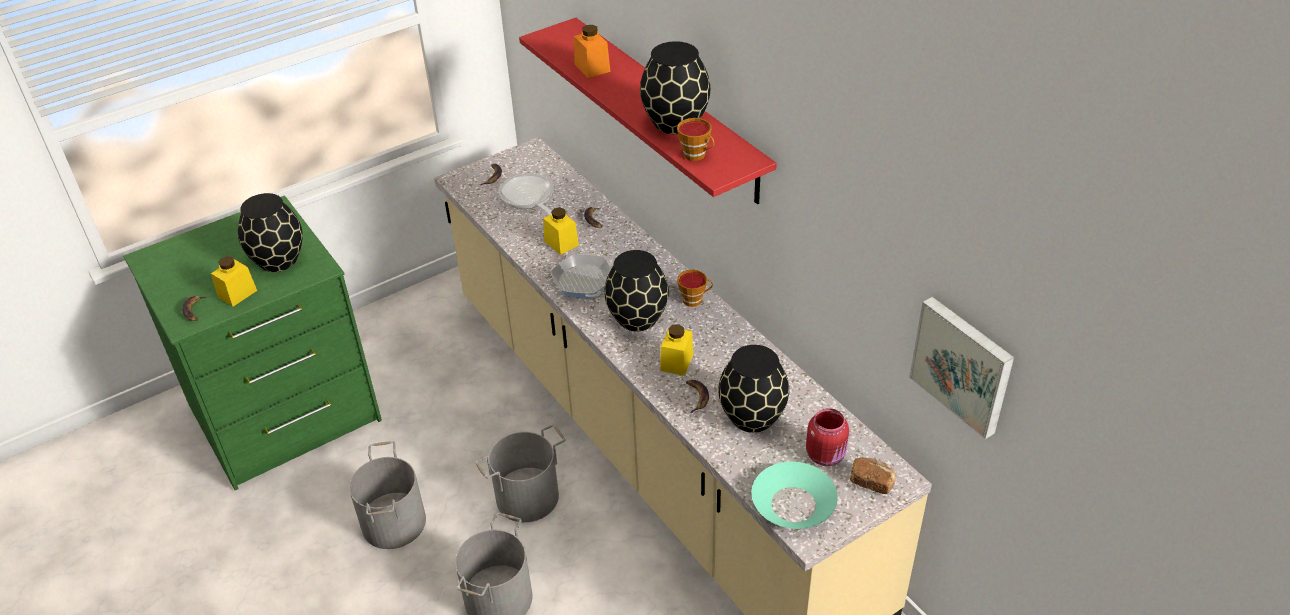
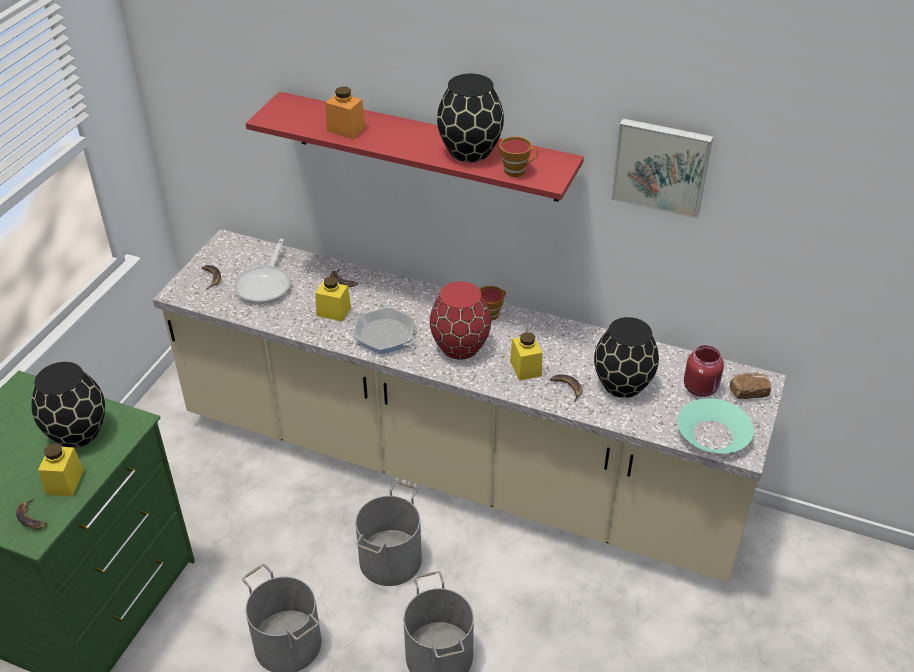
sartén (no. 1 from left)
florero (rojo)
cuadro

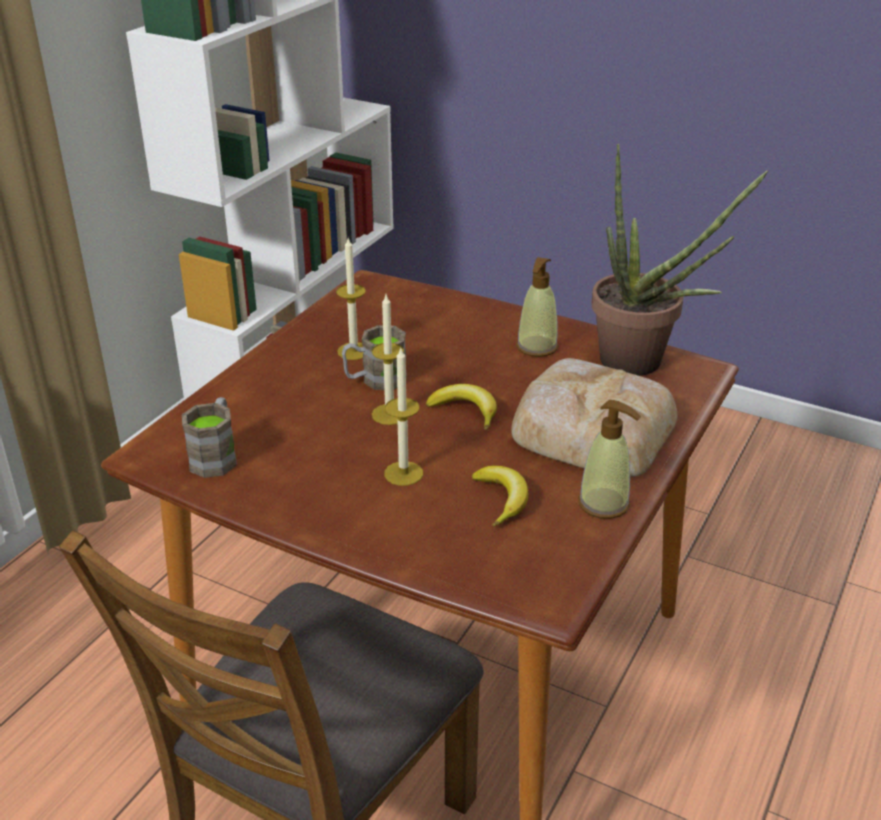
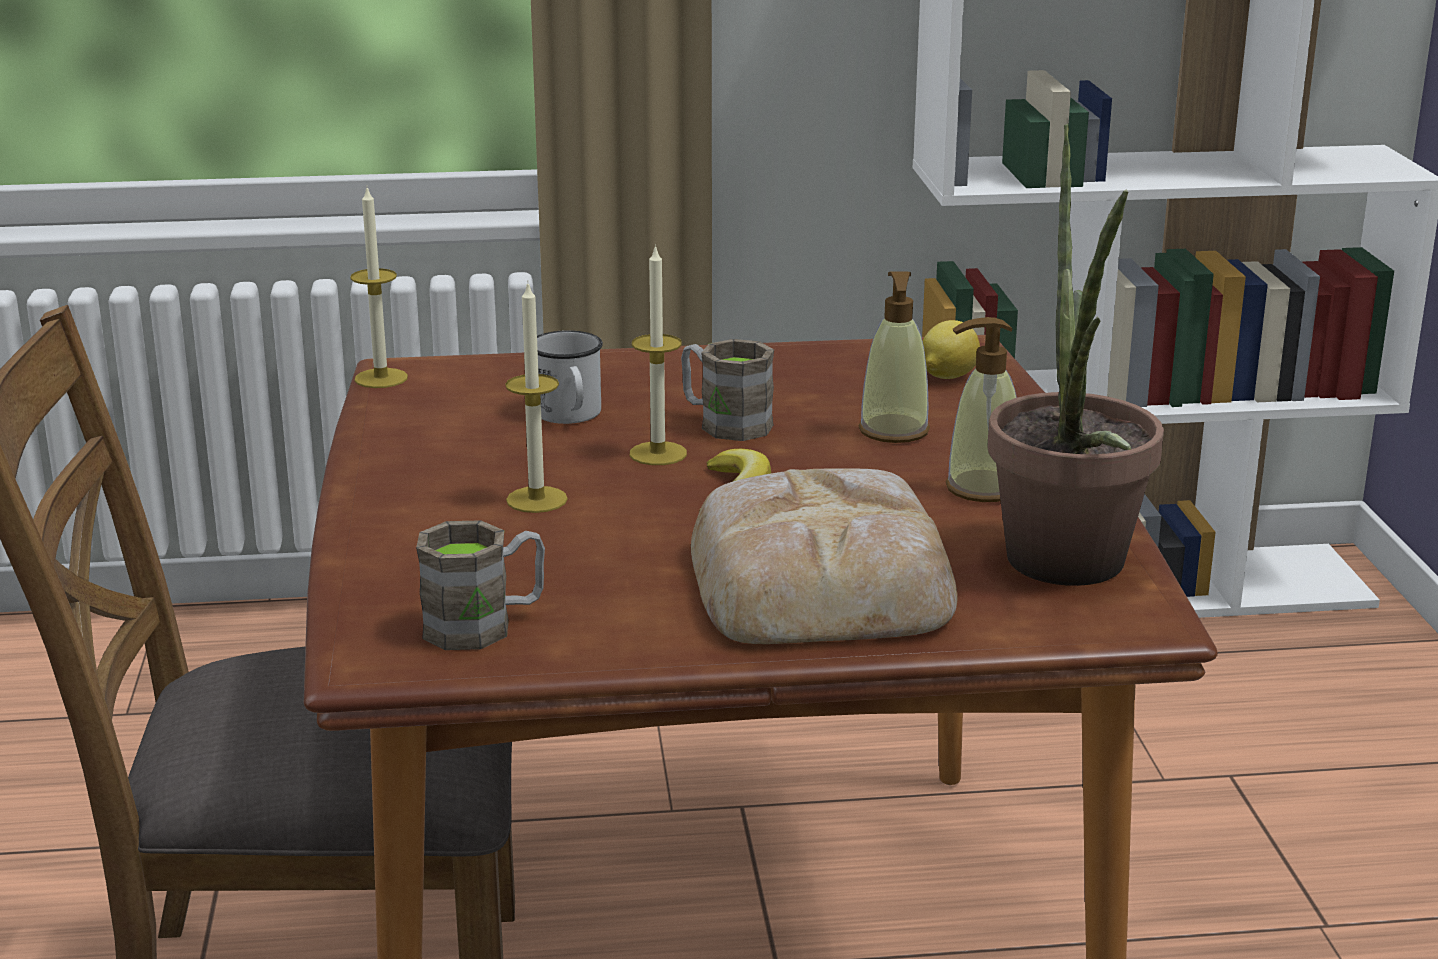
vela (no. 1 from left)
taza grande (marrón) (no. 1 from left)
dispensador de jabón (no. 1 from left)
plátano (no. 2 from left in the first image)
limón
taza grande (blanco)

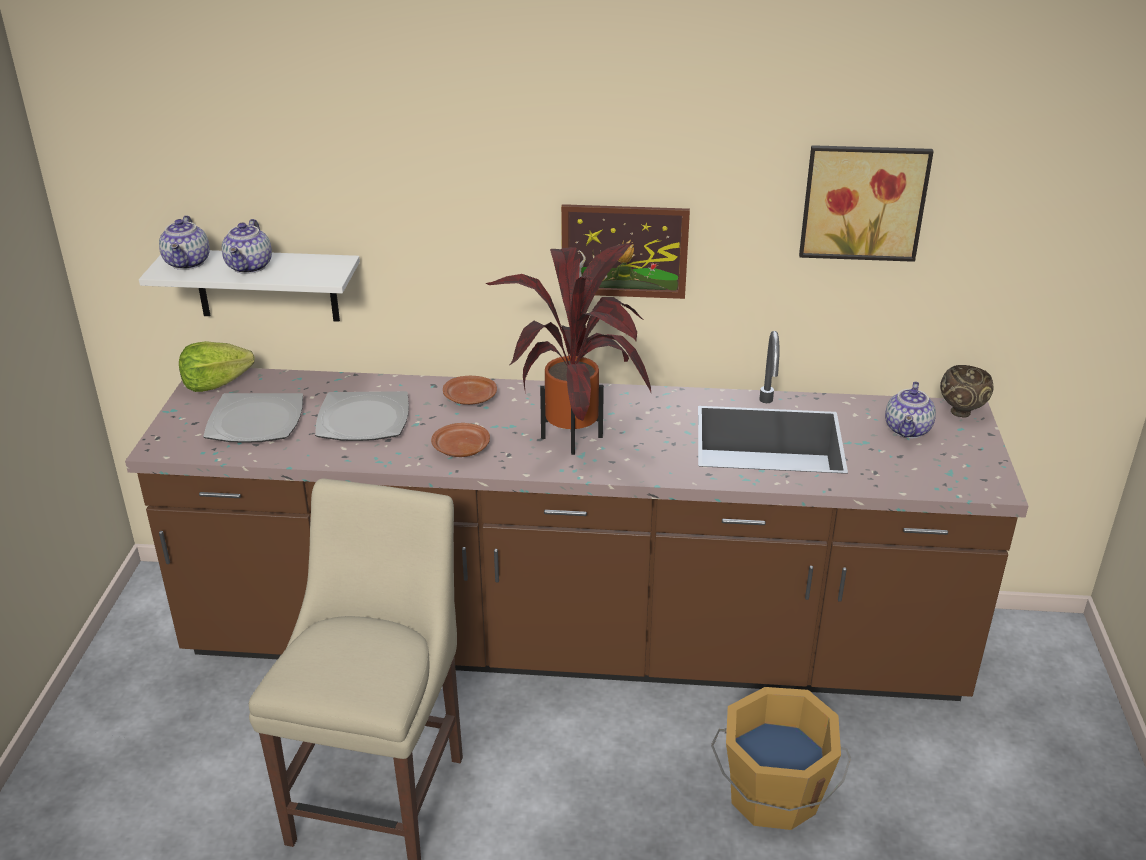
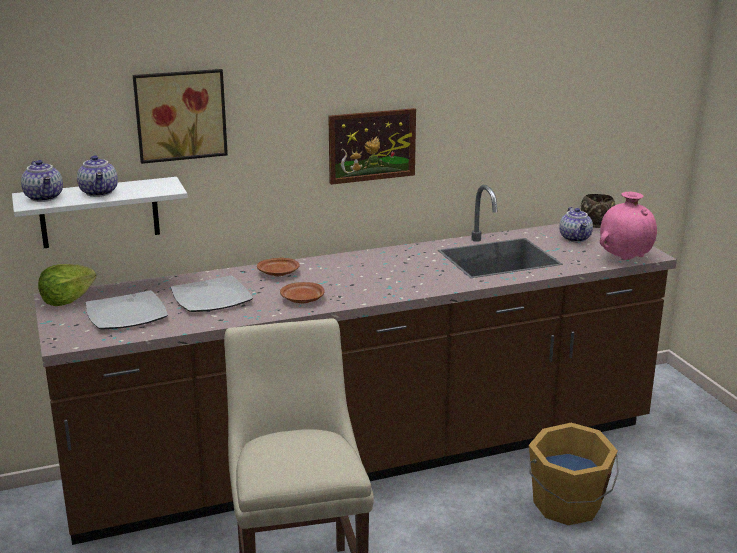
cuadro (no. 1 from left)
planta en maceta
florero (rosa)

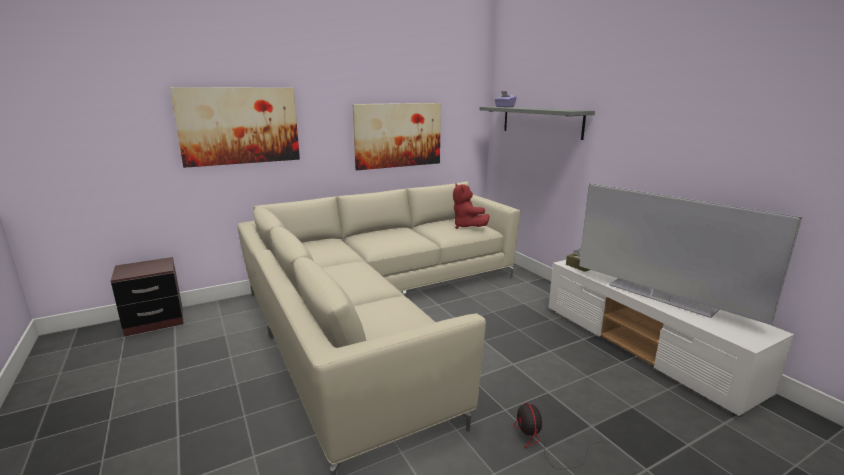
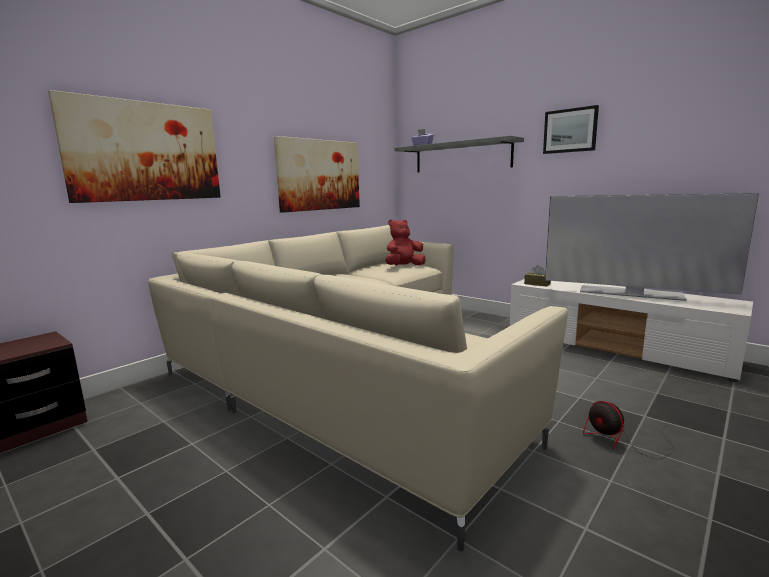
peluche (rojo)
cuadro (no. 3 from left)

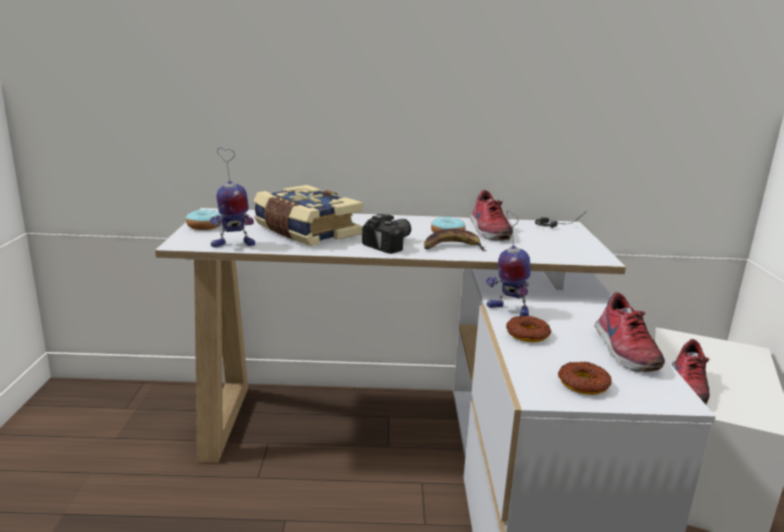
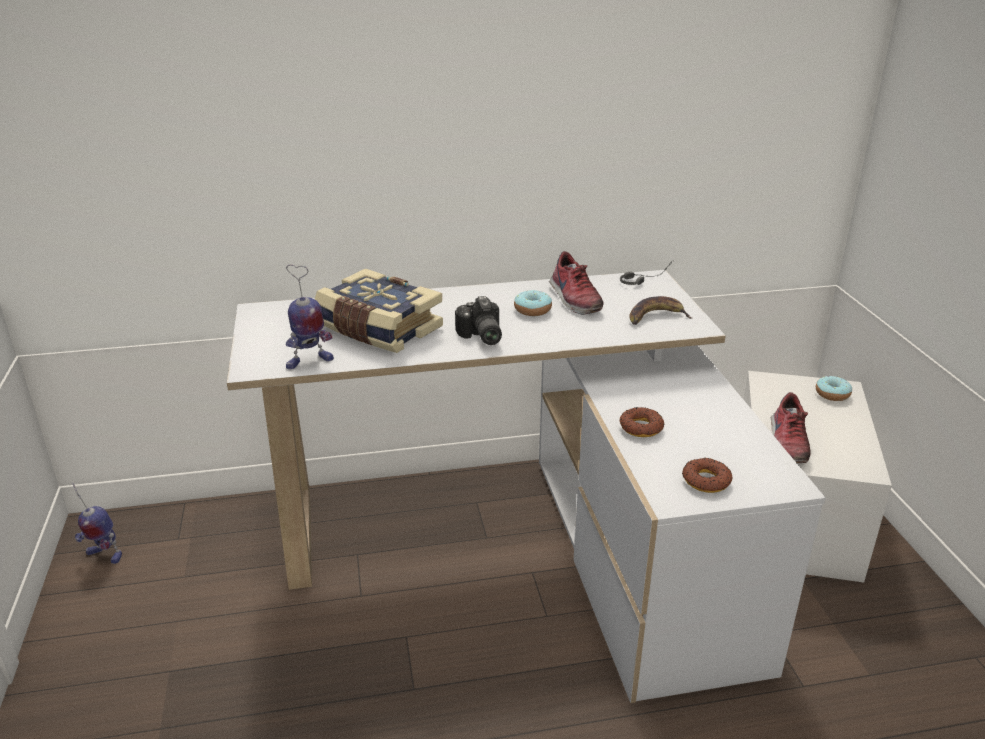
rosquilla (no. 4 from left)
robot de juguete (no. 1 from left)
cámara
plátano
zapato (no. 2 from left in the first image)

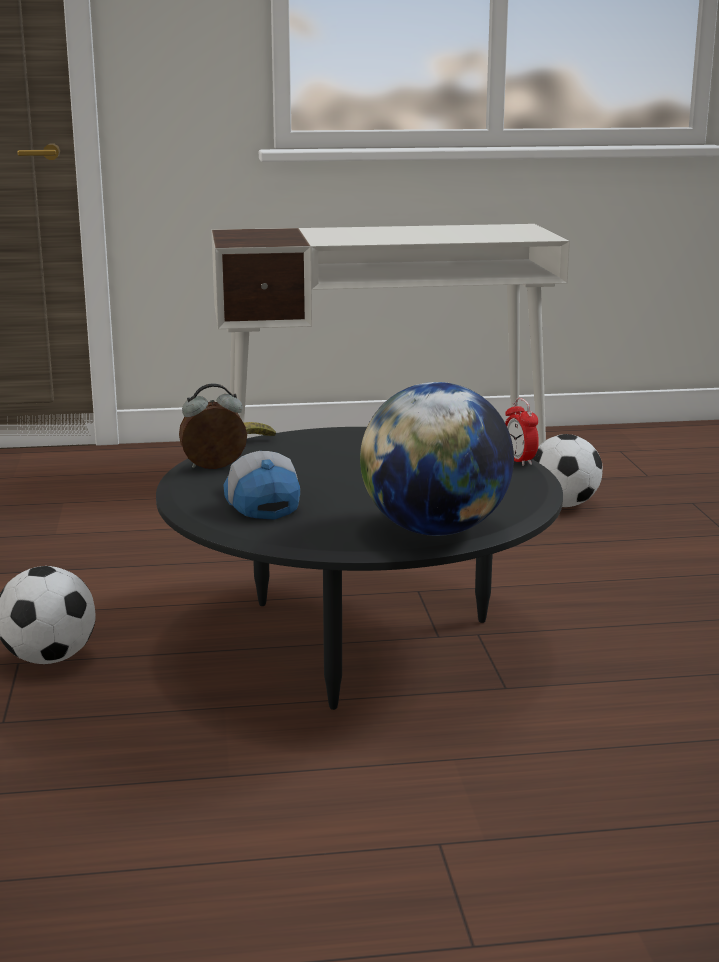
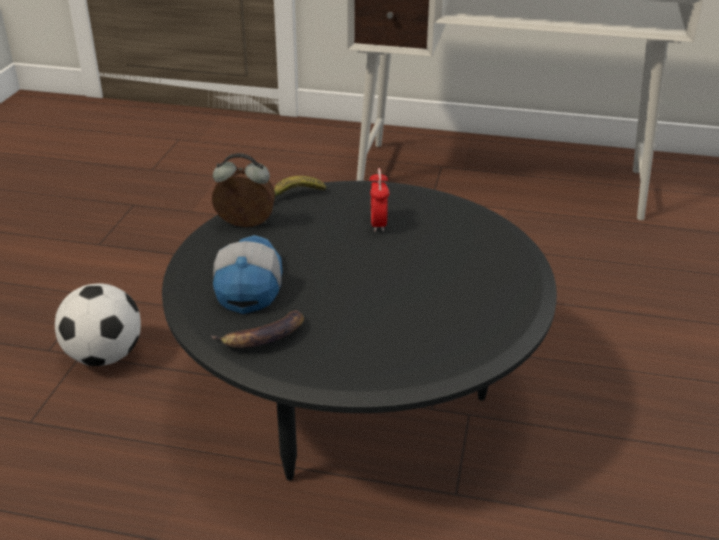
globo terráqueo
despertador (no. 2 from left)
balón de fútbol (no. 2 from left in the first image)
plátano (no. 1 from left)

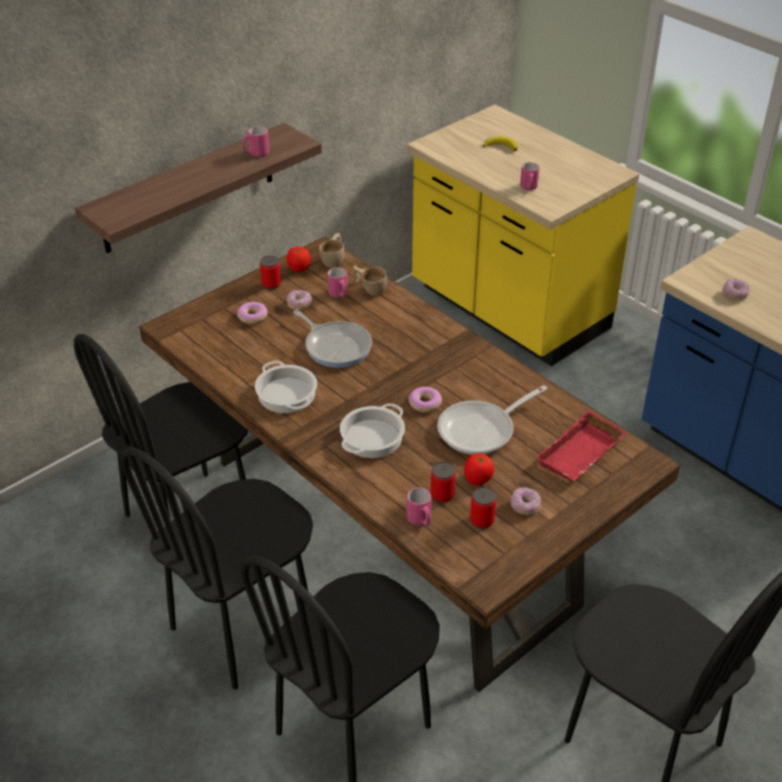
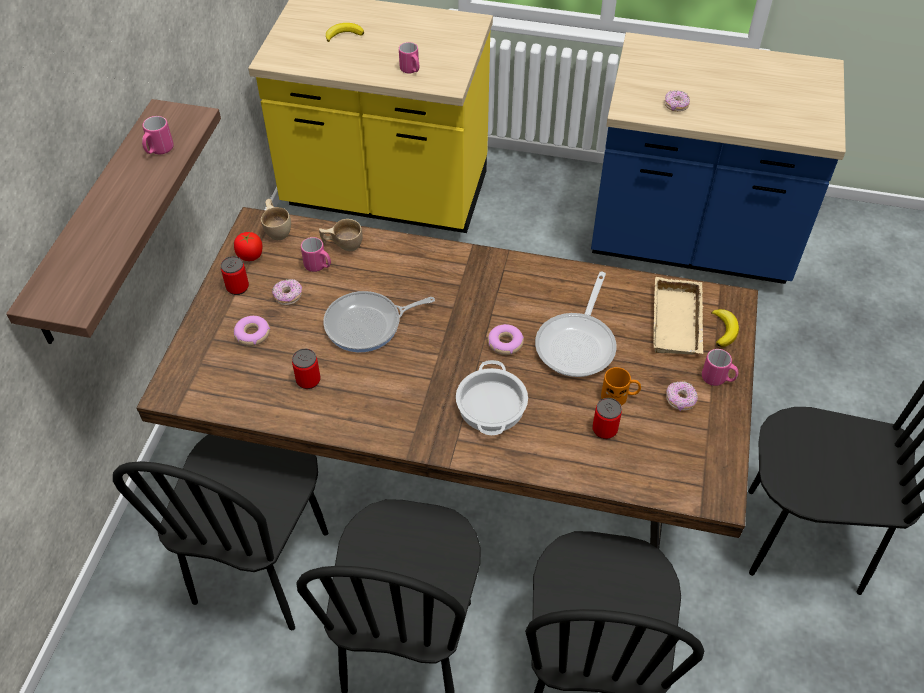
sartén (no. 1 from left)
olla (no. 1 from left in the first image)
bandeja (beis)
taza grande (naranja)
lata (no. 2 from left)
taza grande (rosa) (no. 4 from left)
plátano (no. 2 from left)

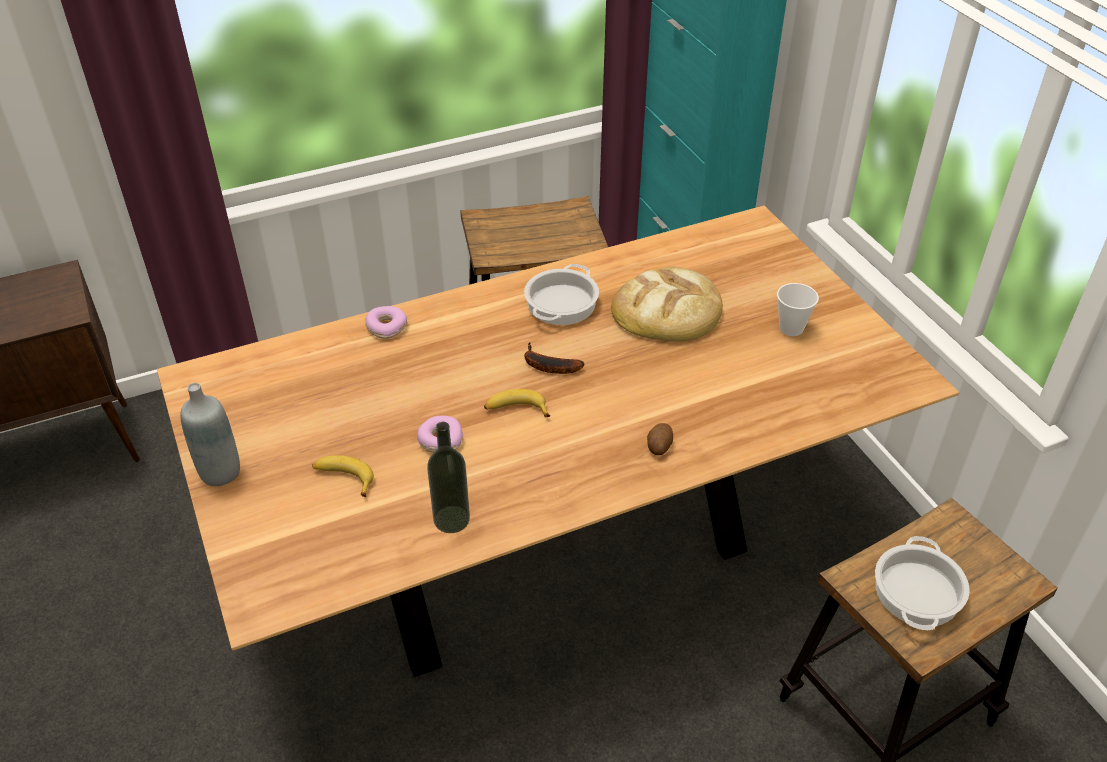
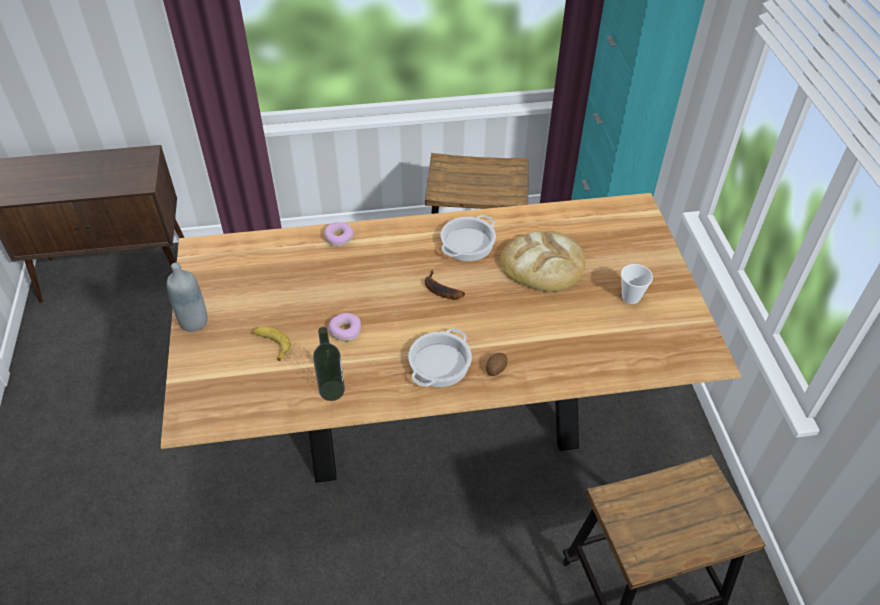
plátano (no. 2 from left in the first image)
olla (no. 1 from left)

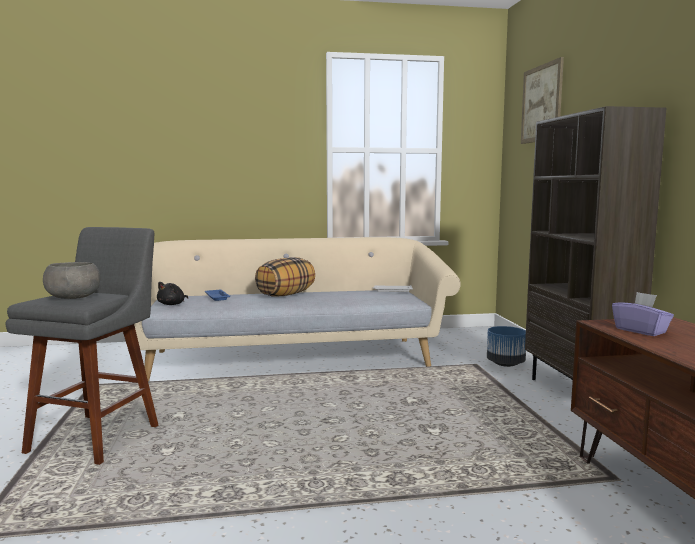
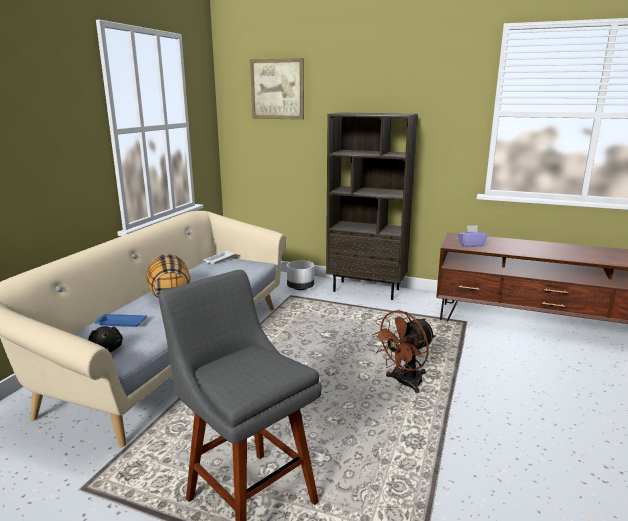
cuenco (gris)
maceta (blanco)
ventilador (marrón)

